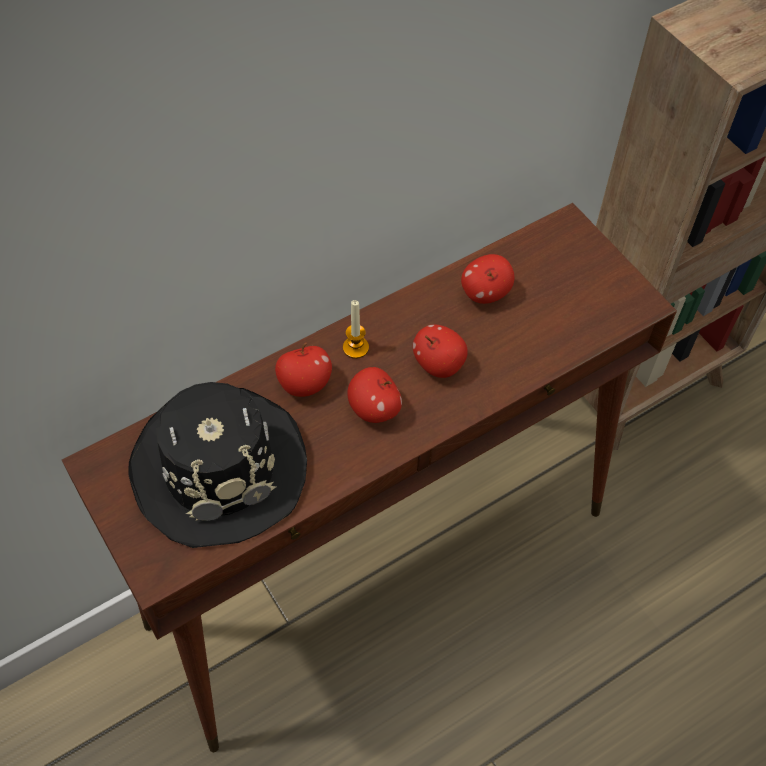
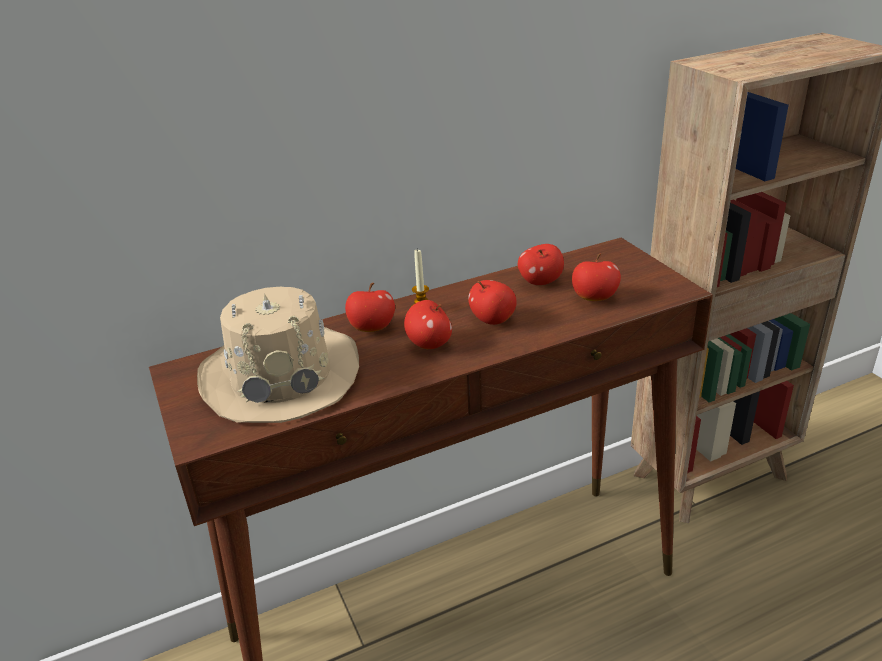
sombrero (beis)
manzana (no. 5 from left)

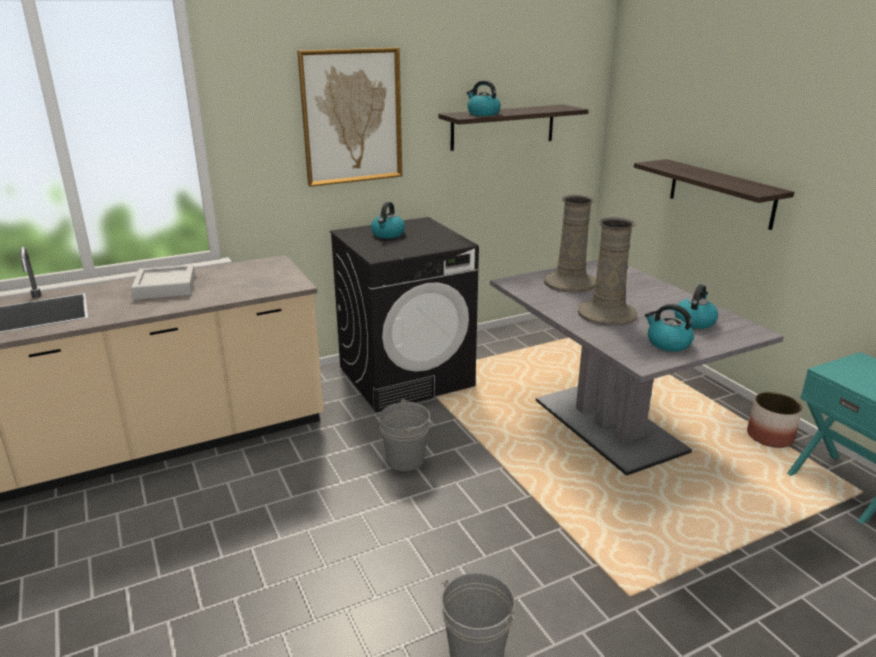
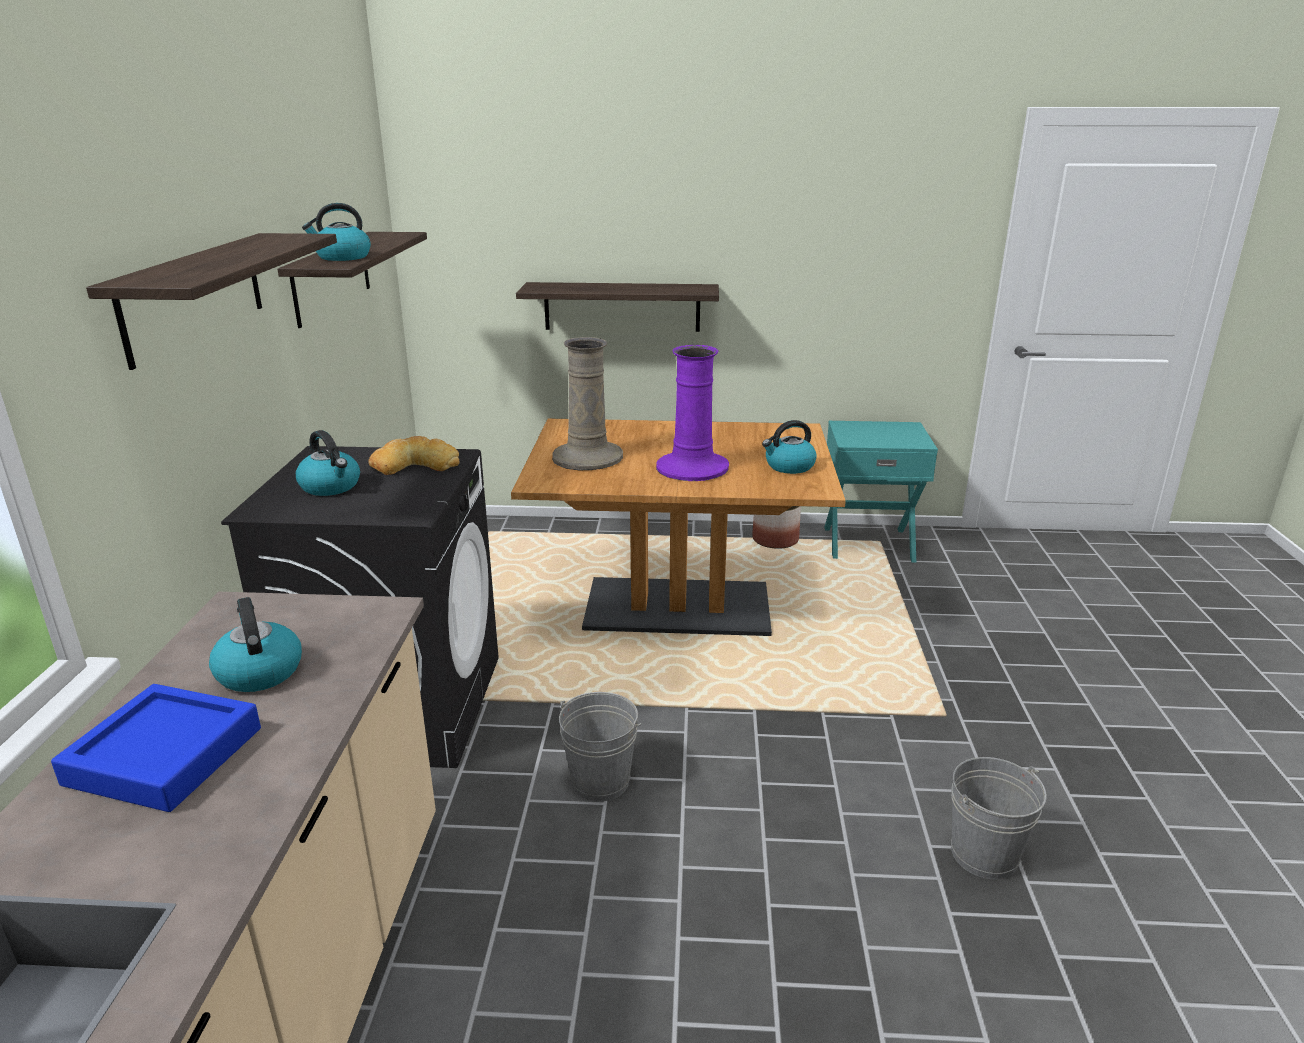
estante (no. 1 from left)
florero (morado)
mesa de comedor (marrón)
bandeja (azul)
hervidor (no. 1 from left)
pan

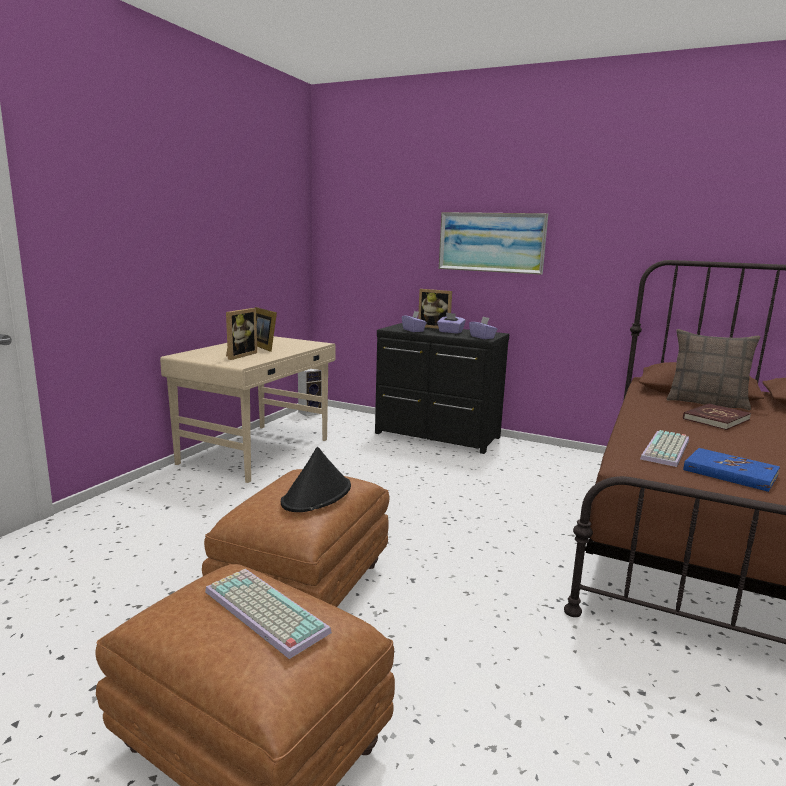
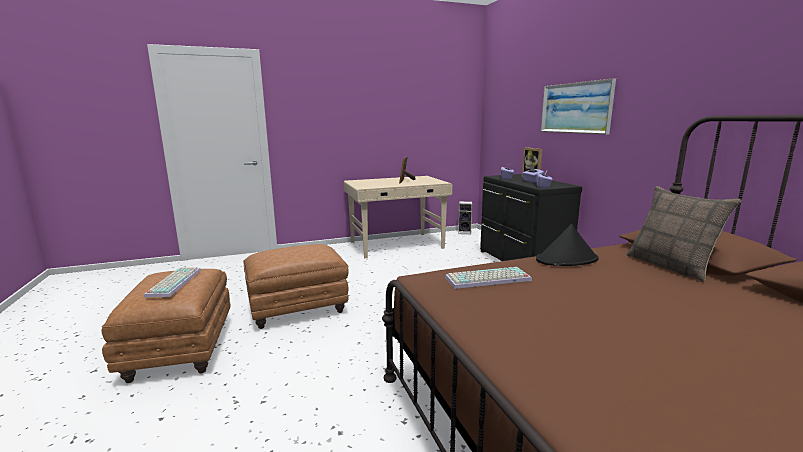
portarretratos (no. 1 from left in the first image)
libro (rojo)
sombrero (negro)
libro (azul)

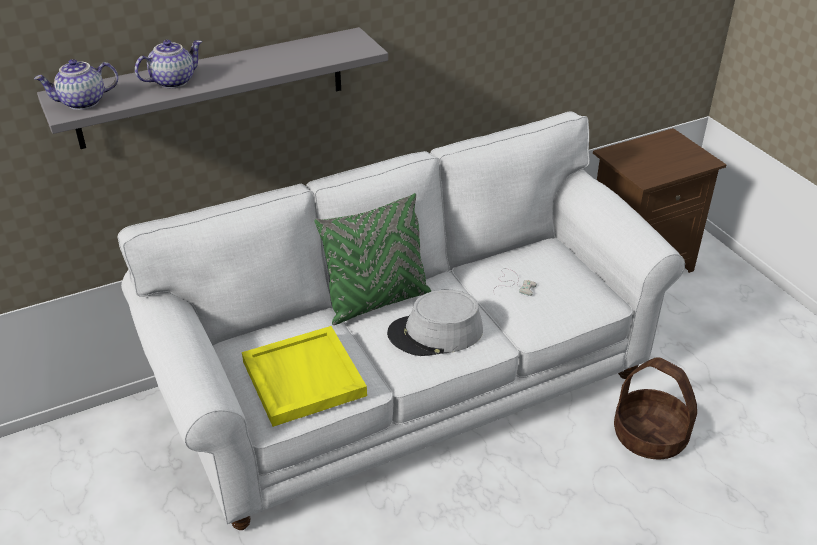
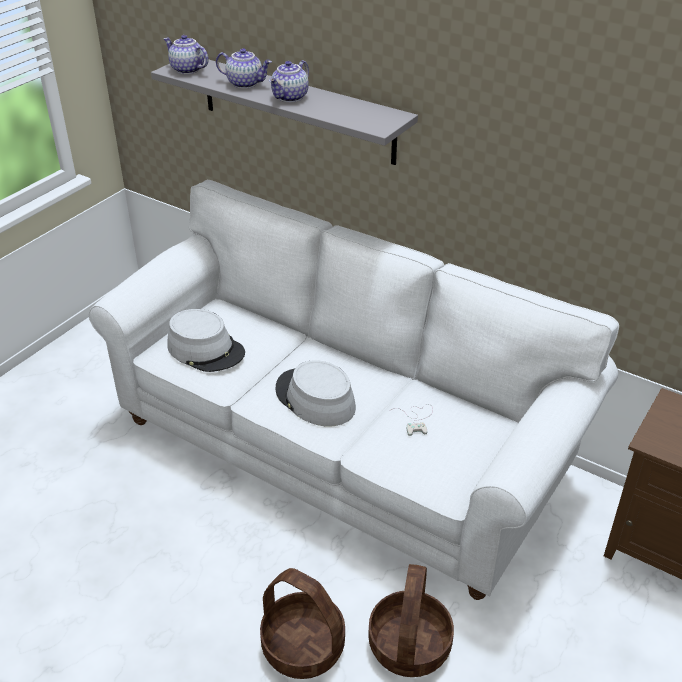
cojín (verde)
sombrero (gris) (no. 1 from left)
tetera (no. 3 from left)
cesta (no. 1 from left)

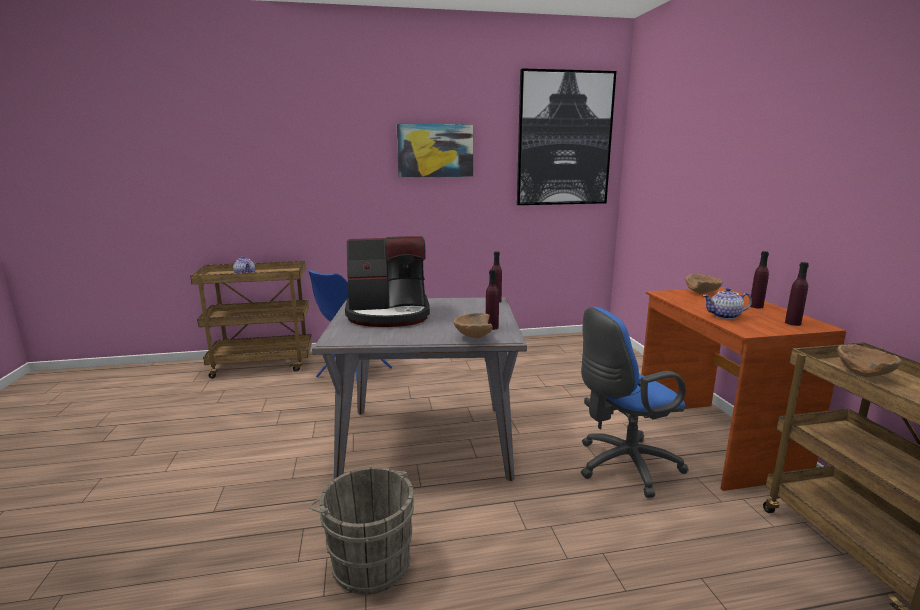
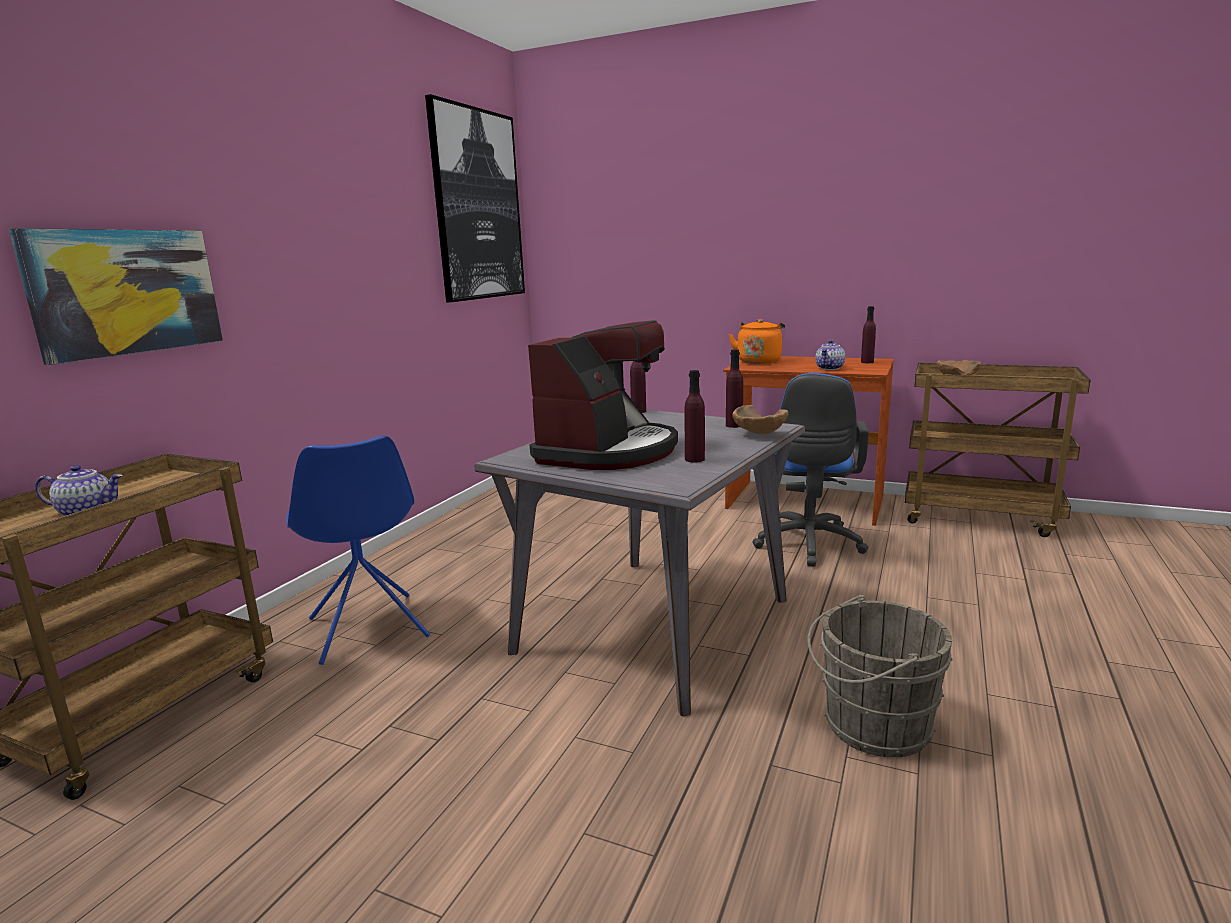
cuadro (no. 1 from left)
botella (morado) (no. 2 from left)
hervidor (naranja)

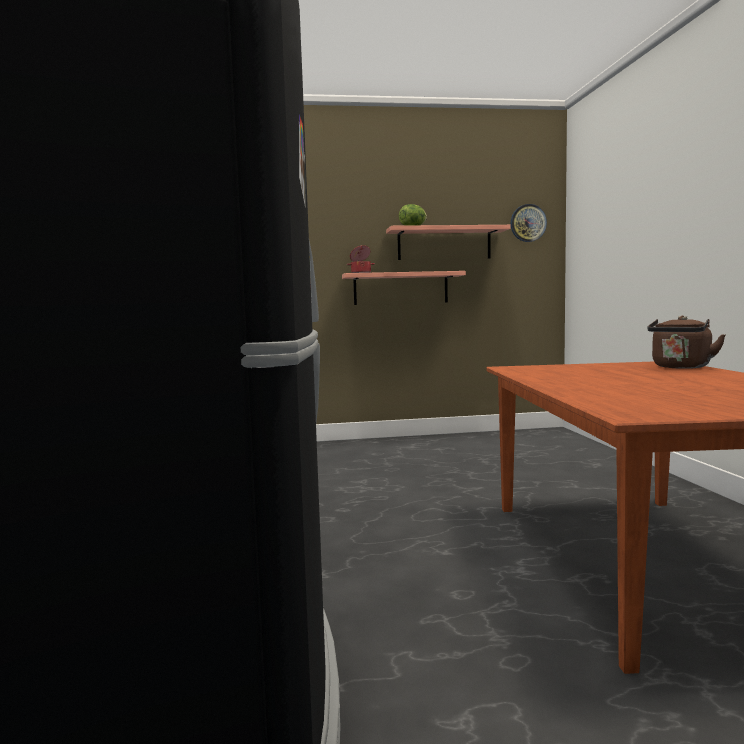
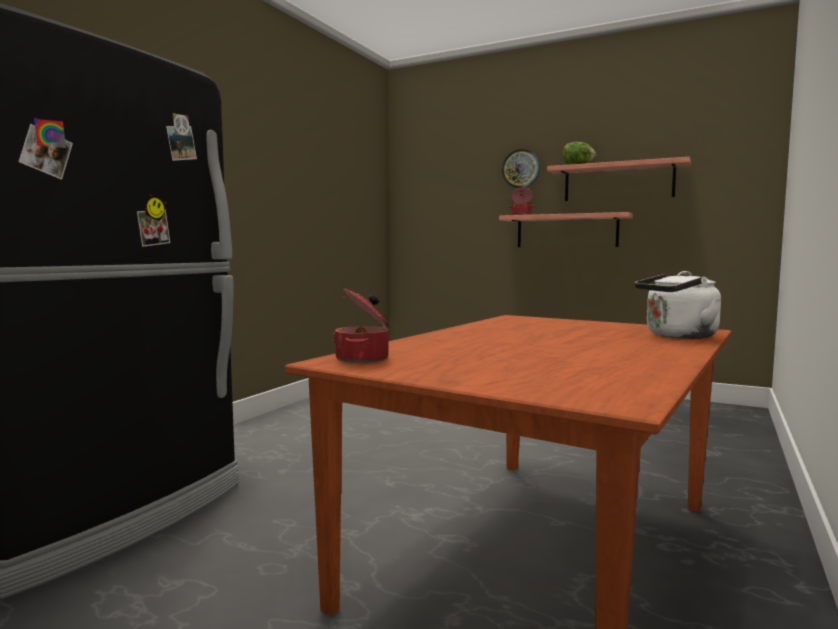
reloj de pared
hervidor (blanco)
olla (no. 1 from left)

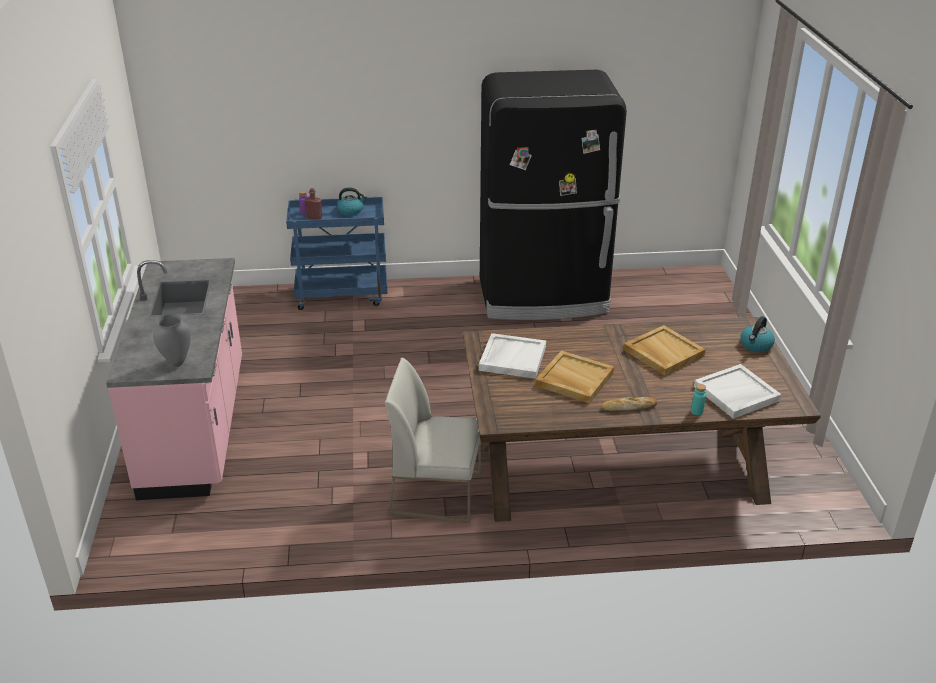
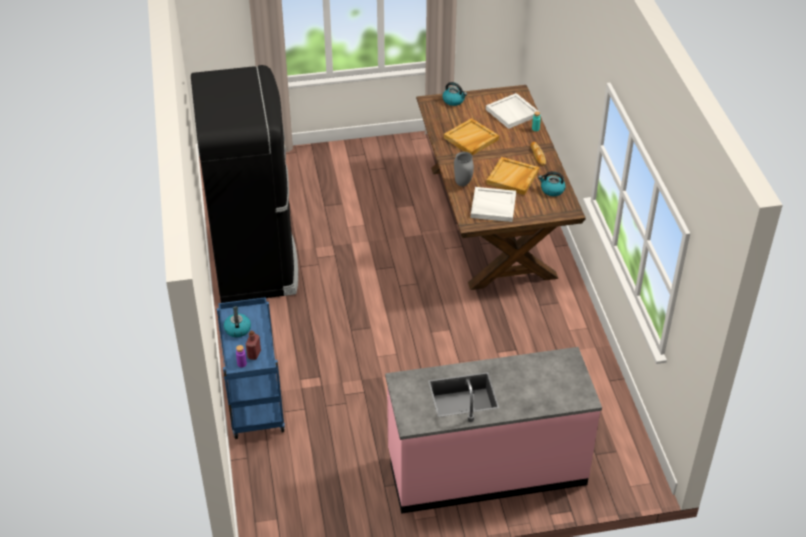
florero (gris)
silla (blanco)
hervidor (no. 3 from left)

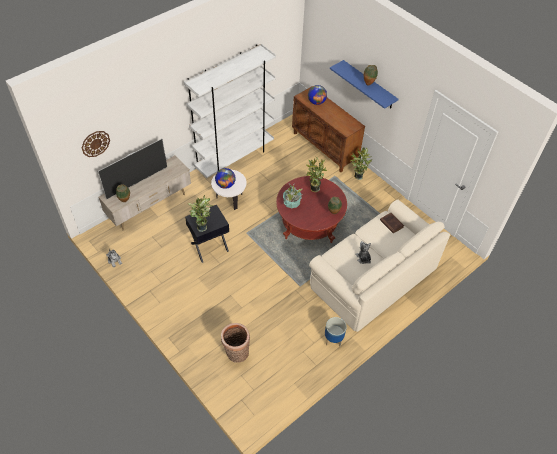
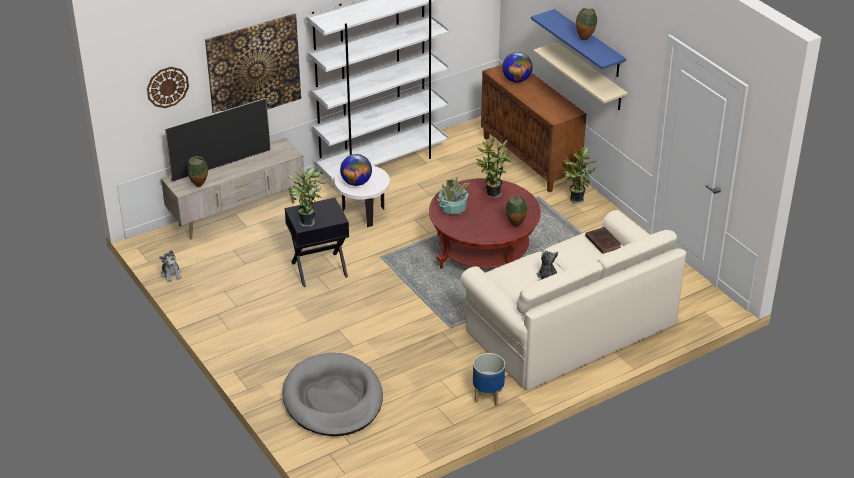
cama para perro (gris)
cuadro
estante (beis)

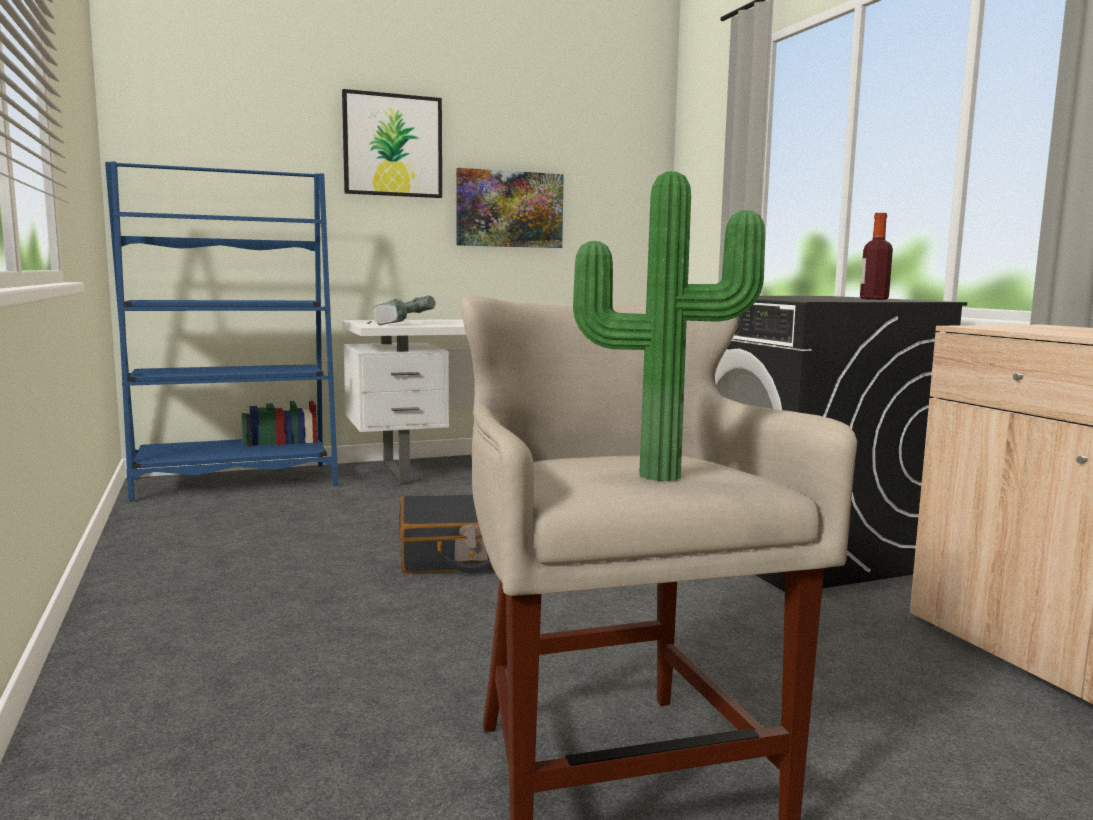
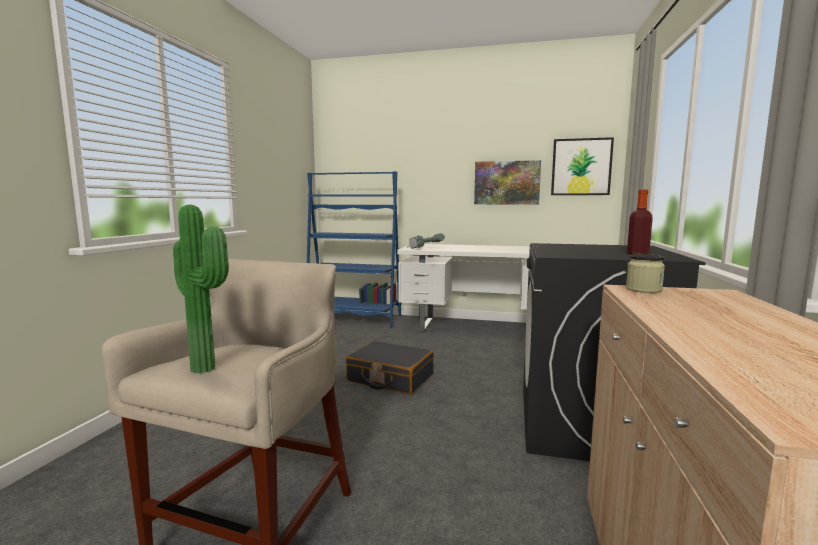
cuadro (no. 2 from left)
tarro

